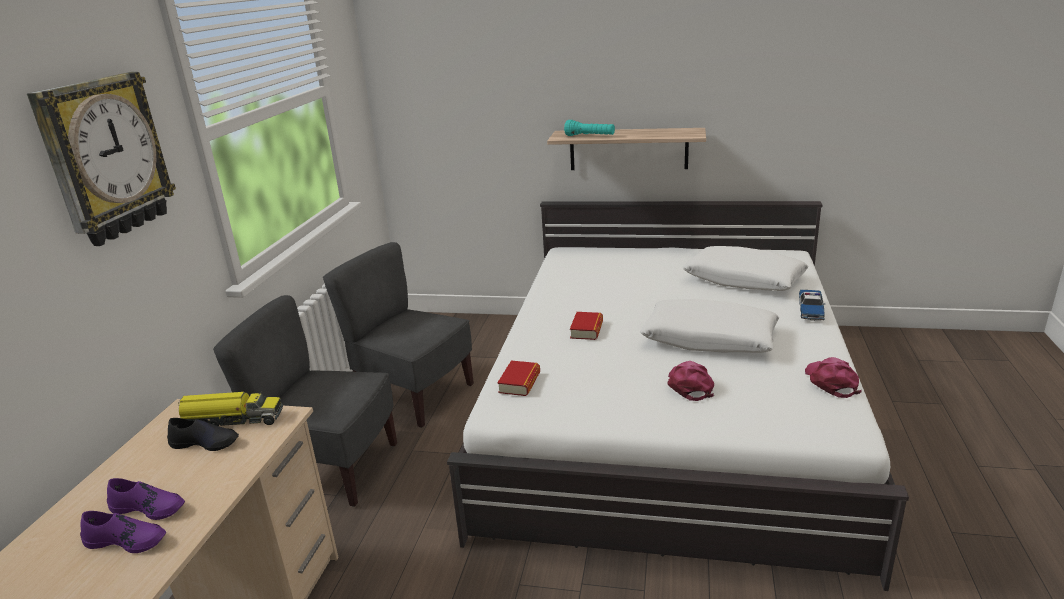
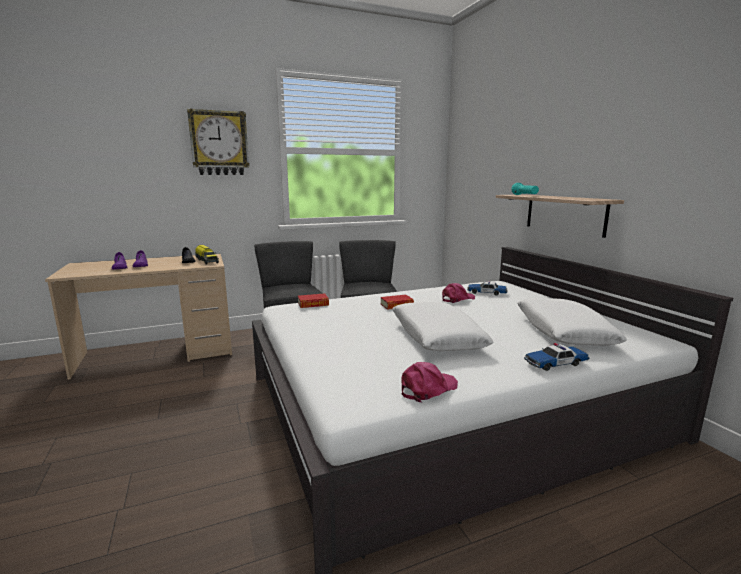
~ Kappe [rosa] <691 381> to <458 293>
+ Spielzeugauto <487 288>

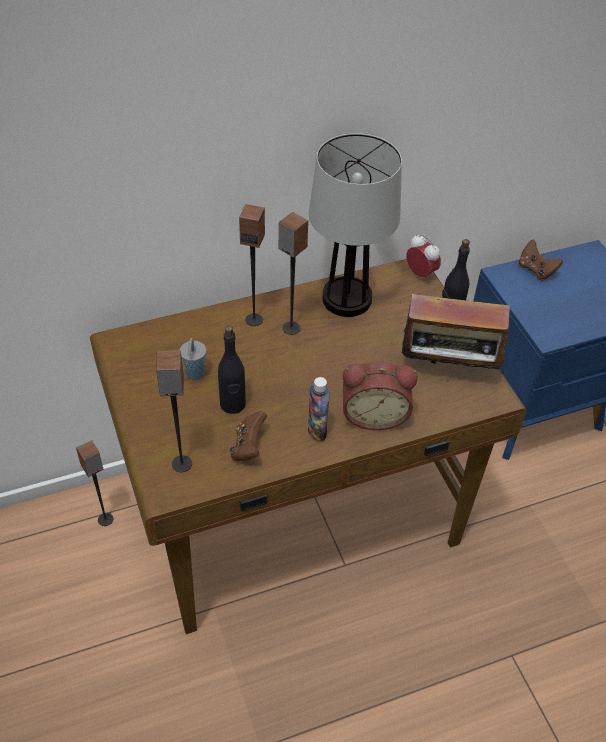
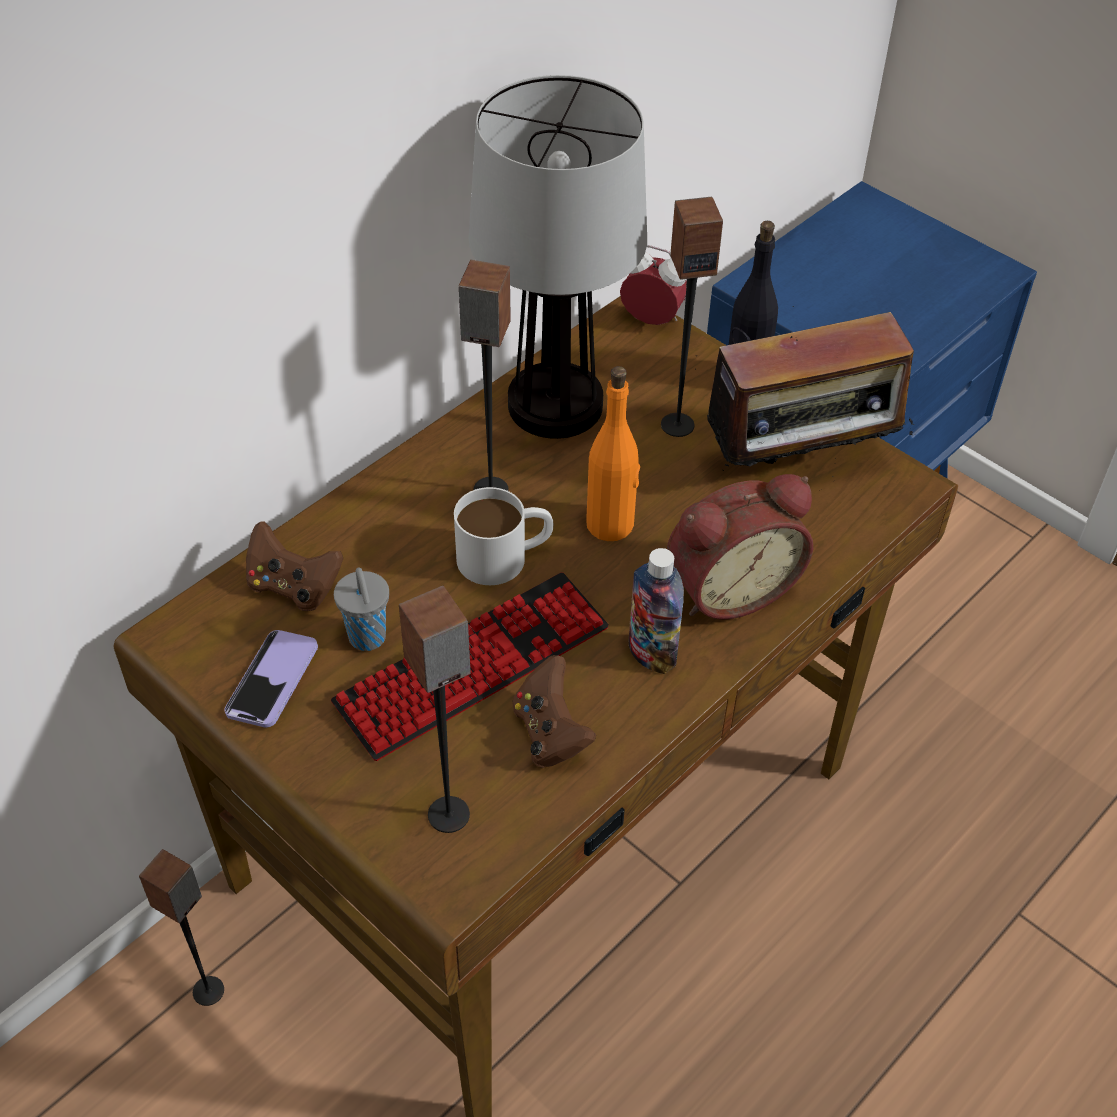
~ Flasche [schwarz] <232 369> to Tastatur <470 666>
~ Lautsprecher <252 265> to <692 316>
~ Gamepad [braun] <541 259> to <295 566>
+ Handy <271 679>
+ Henkelbecher [weiß] <503 536>
+ Flasche [orange] <613 453>

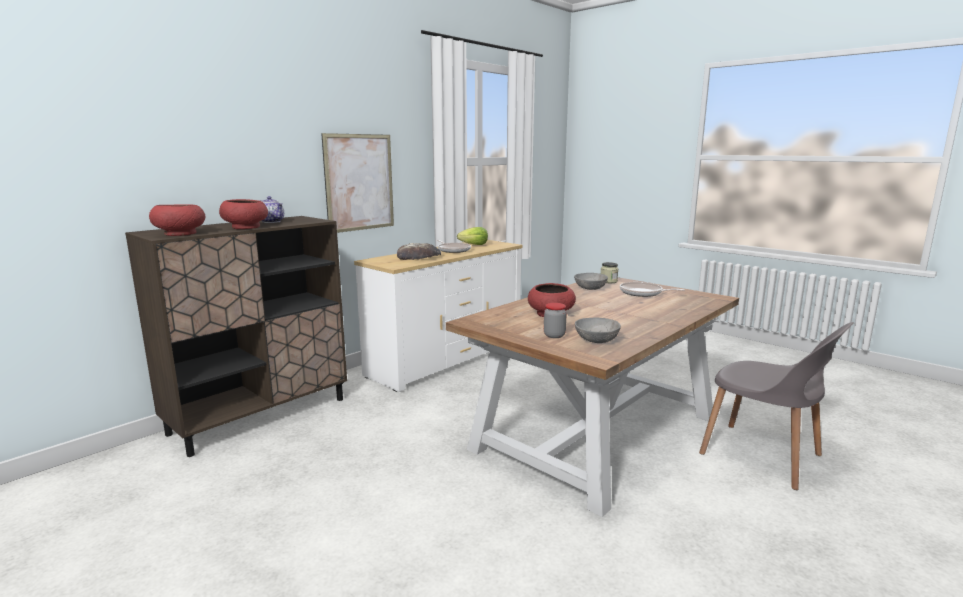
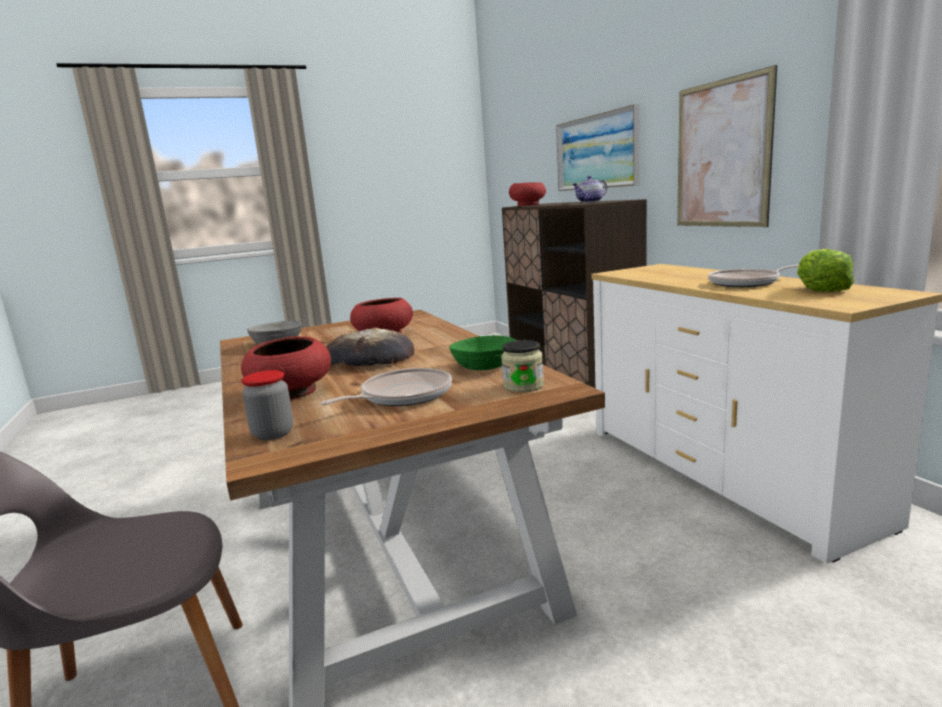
~ Schüssel [rot] <243 214> to <286 367>
~ Brot <419 251> to <370 347>
~ Vorratsglas <555 320> to <267 405>
~ Schüssel [grau] <591 281> to Schüssel [grün] <483 352>
+ Bild <598 147>

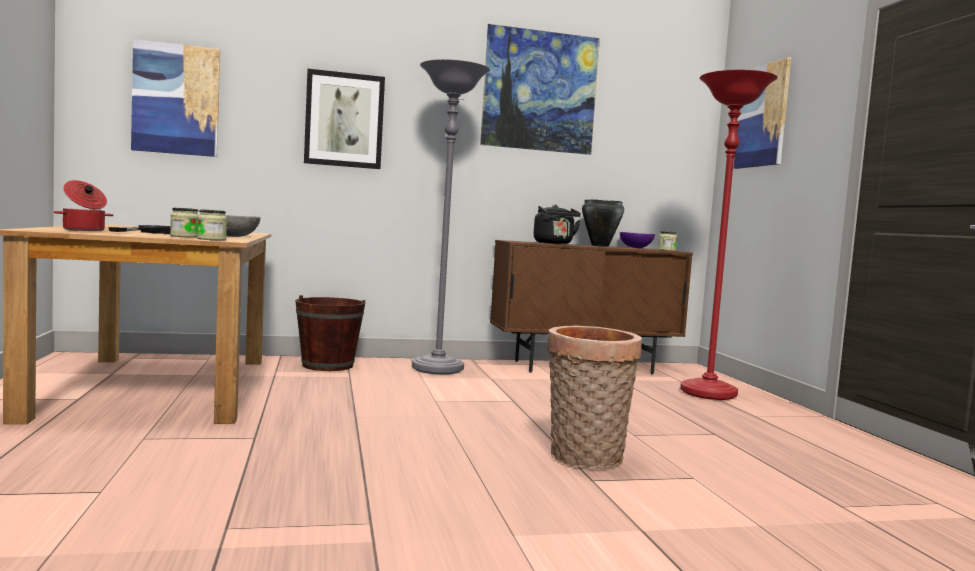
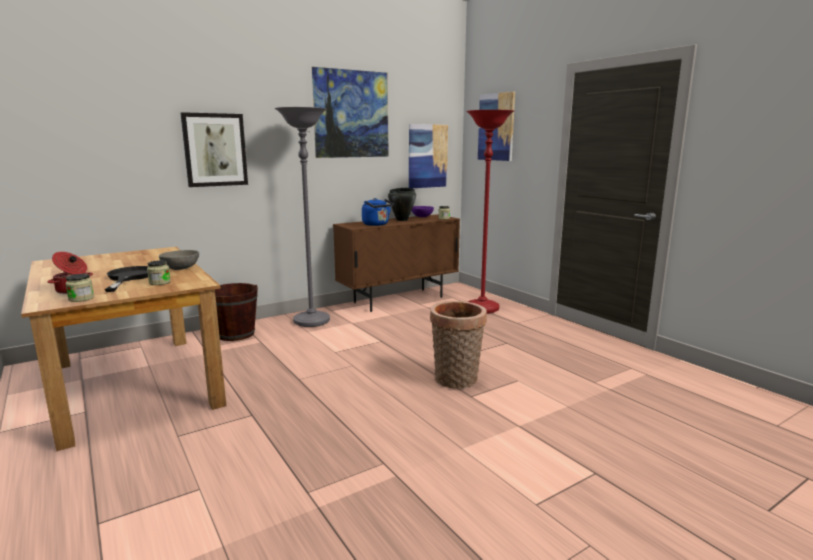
~ Bild <175 98> to <428 156>
~ Vorratsglas <212 224> to <79 288>
~ Wasserkessel [schwarz] <557 224> to Wasserkessel [blau] <378 212>

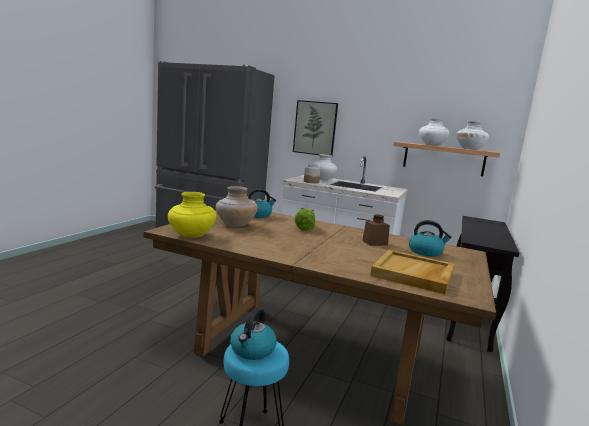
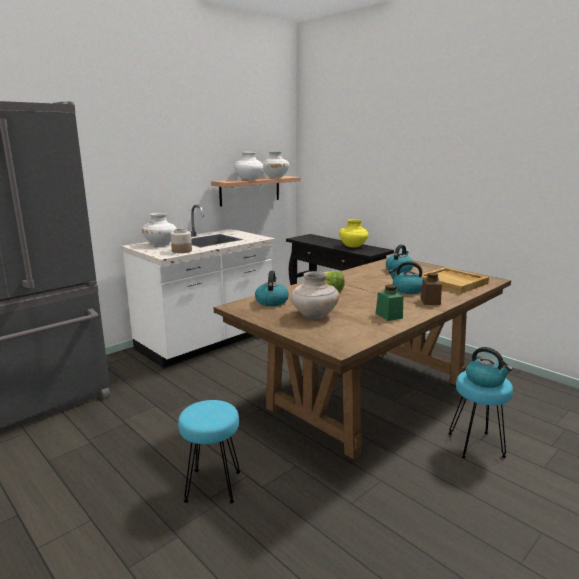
~ Vase [gelb] <192 215> to <353 233>
- Bild <315 128>
~ Vorratsglas [braun] <376 230> to <431 289>
+ Hocker [türkis] <209 452>
+ Vorratsglas [grün] <389 303>
+ Wasserkessel <406 277>

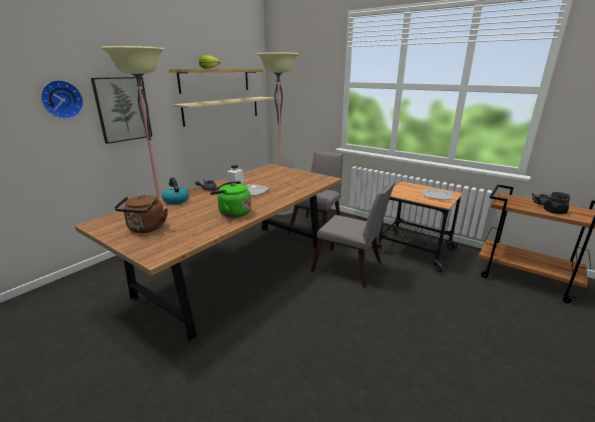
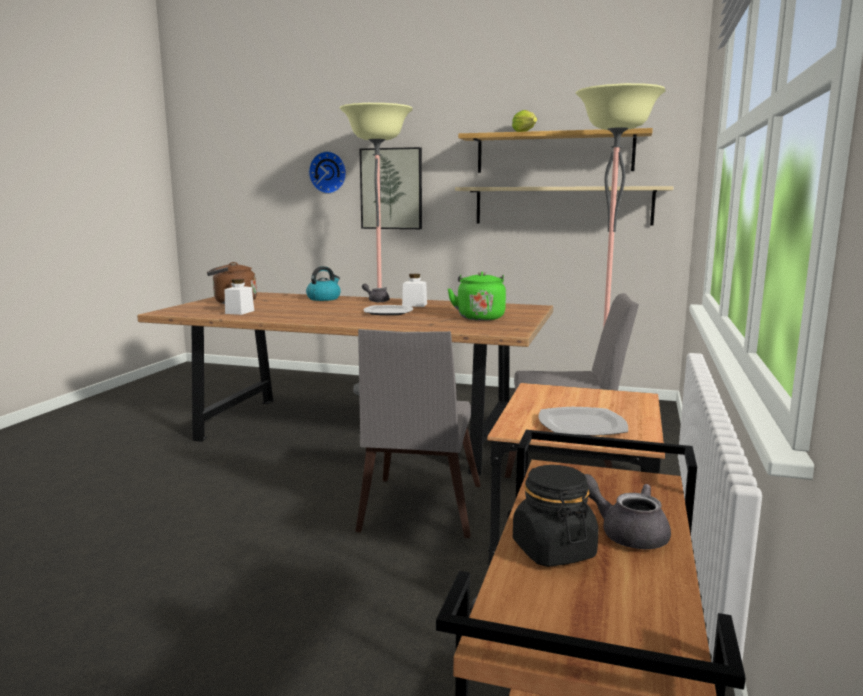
~ Wasserkessel [grün] <230 199> to <476 296>
+ Vorratsglas [weiß] <239 297>

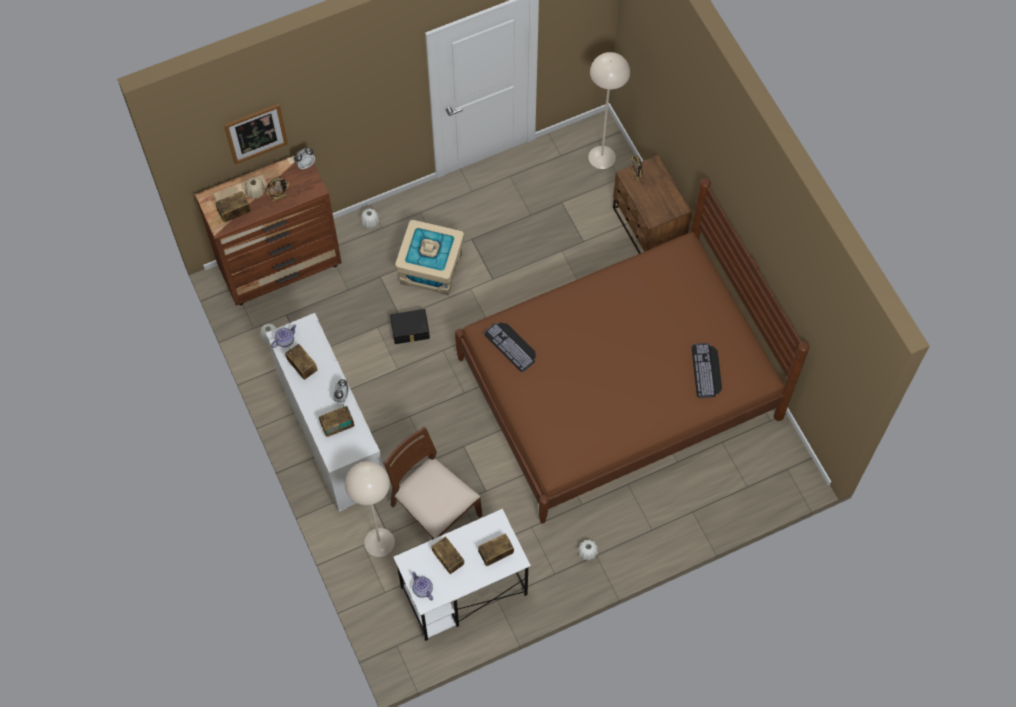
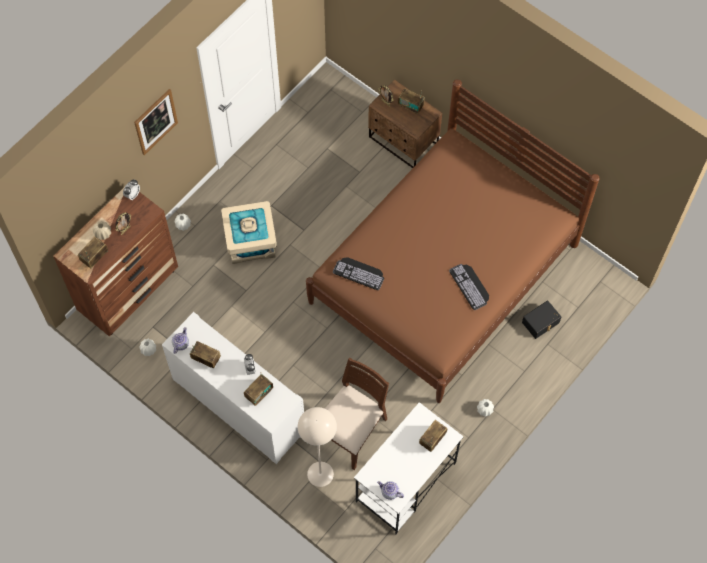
~ Bild <256 134> to <156 122>
~ Stuhl [braun] <433 483> = <357 414> 105 degrees clockwise
~ Aufbewahrungsbox [schwarz] <410 326> to <541 320>
~ Radio <448 555> to <411 101>
- Stehlampe [beige] <609 110>
~ Tastatur <706 370> to <469 287>

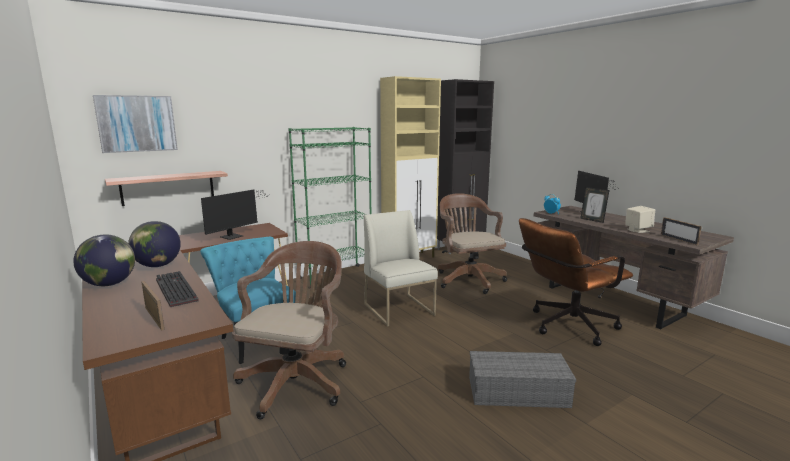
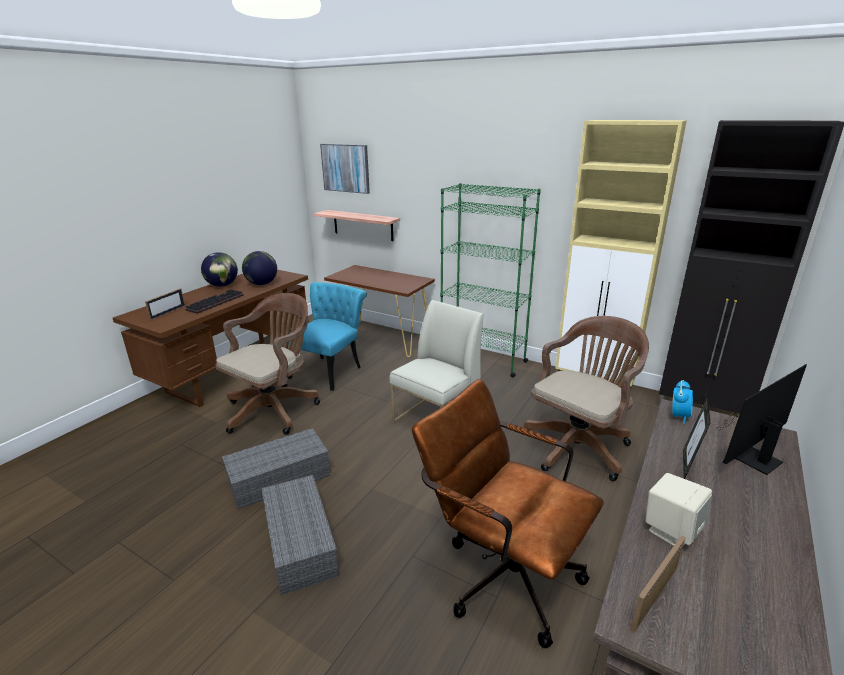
- Monitor <234 215>
~ Bürostuhl [braun] <289 330> = <267 364> 45 degrees counterclockwise
+ Aufbewahrungsbox [grau] <276 468>

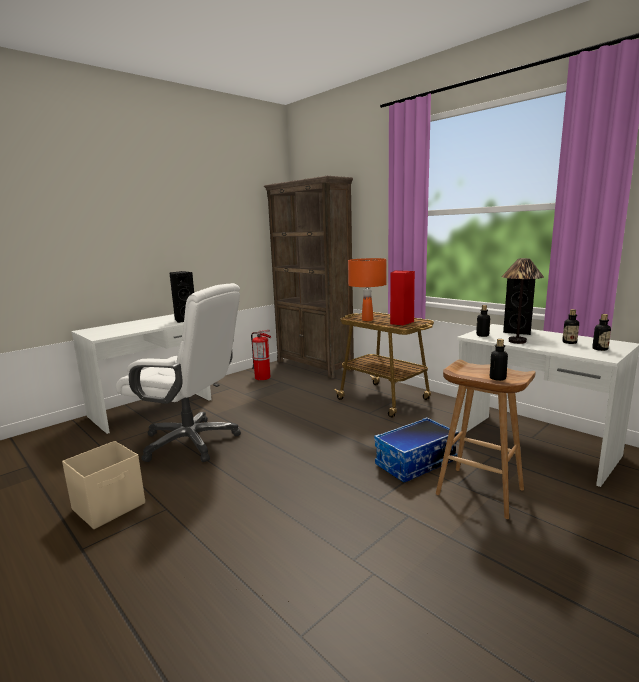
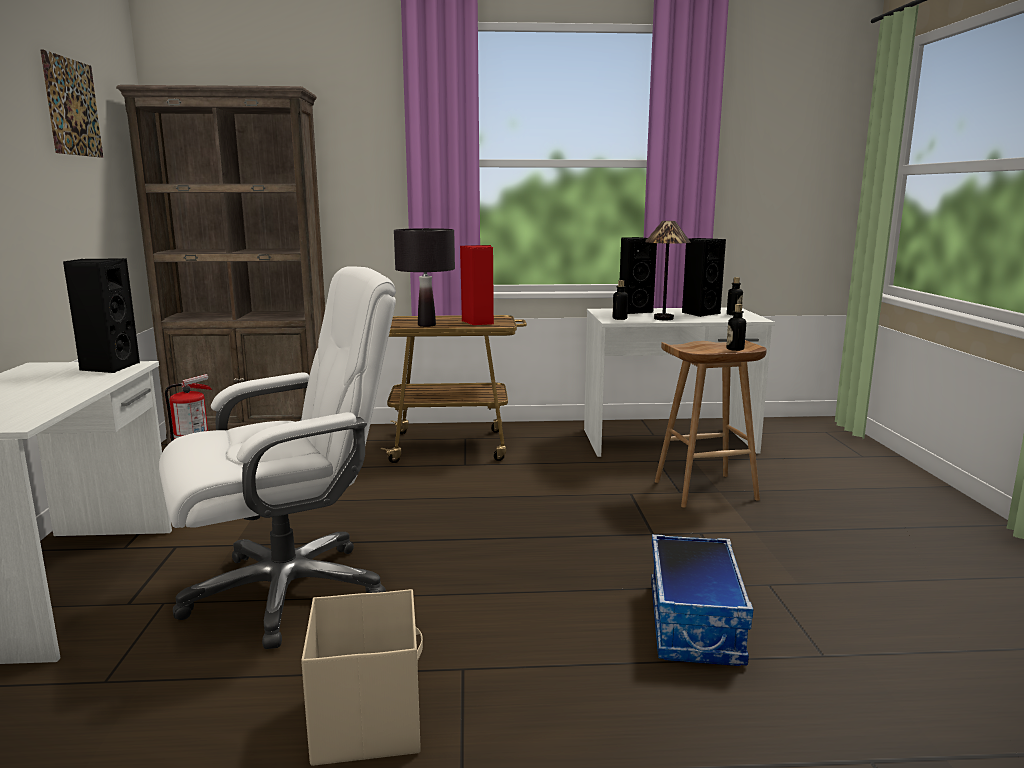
~ Tischlampe [orange] <367 289> to Tischlampe [schwarz] <424 277>
~ Aufbewahrungsbox <416 450> to <702 600>
~ Flasche <570 326> to Lautsprecher [schwarz] <704 277>
+ Bild <71 103>

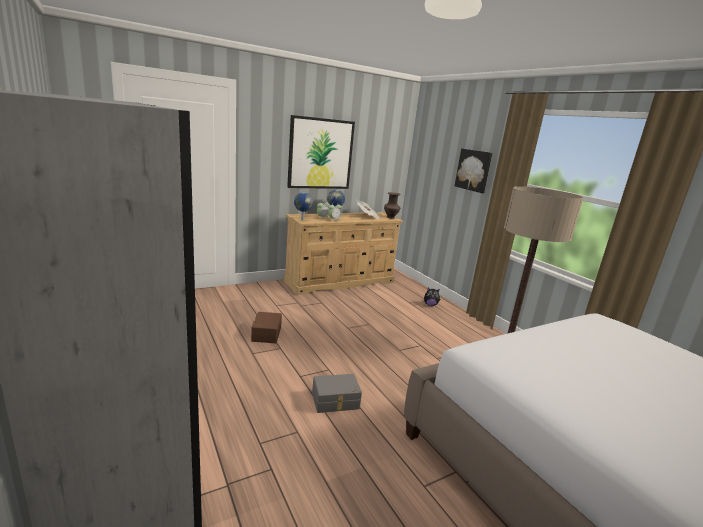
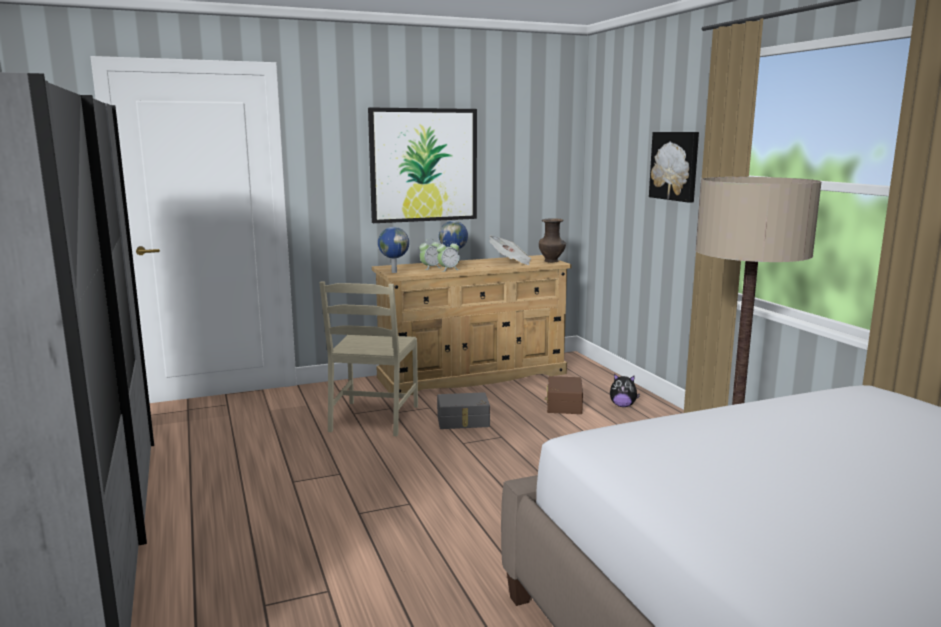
~ Aufbewahrungsbox [braun] <266 327> to <564 395>
~ Aufbewahrungsbox [grau] <337 393> to <463 410>
+ Stuhl [beige] <368 358>

